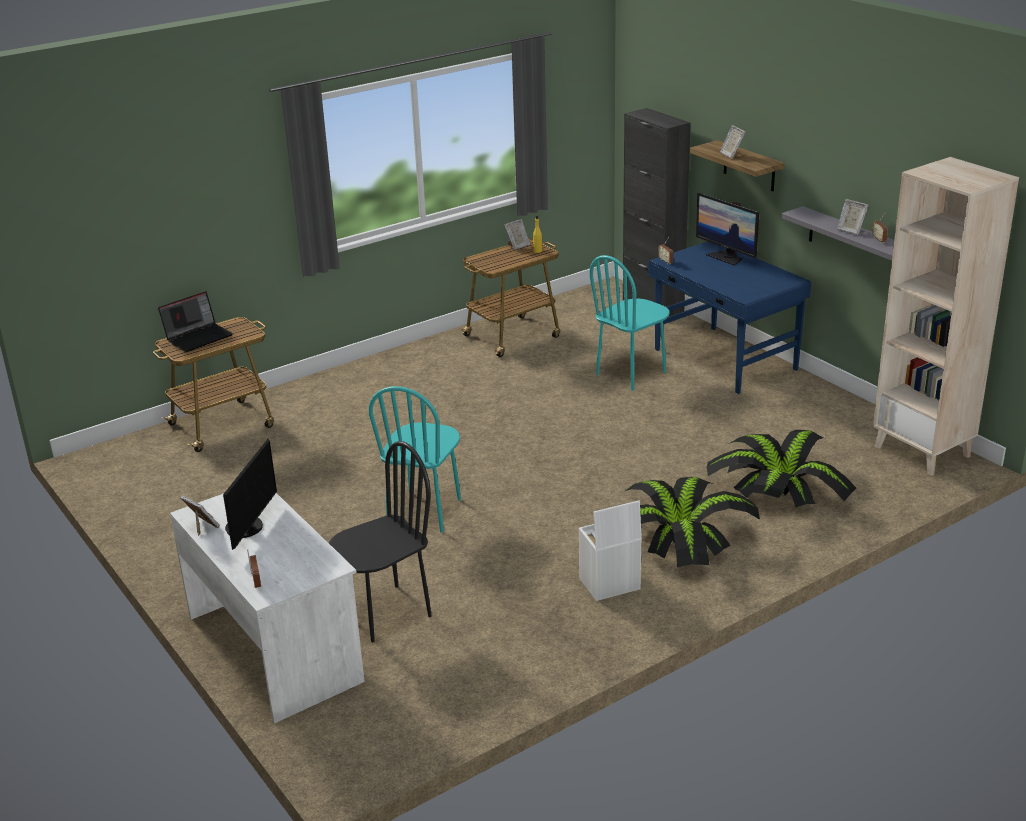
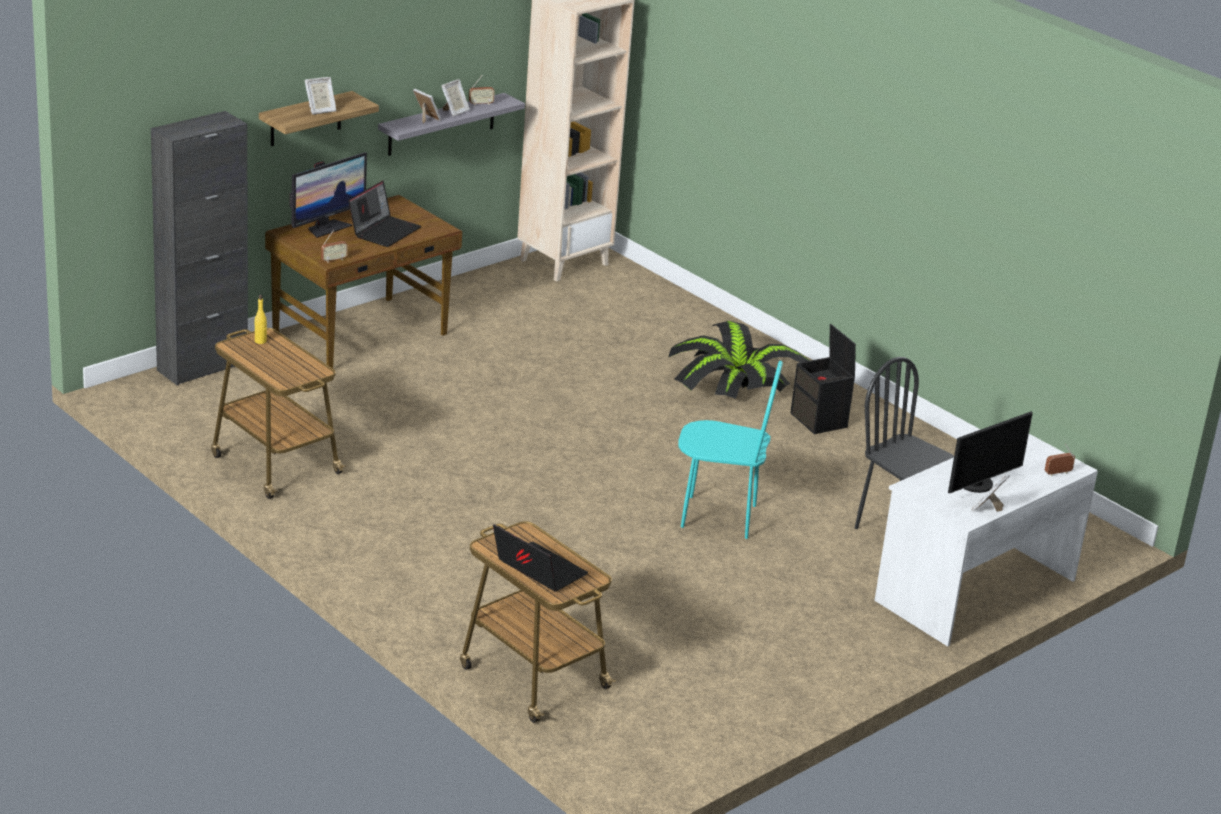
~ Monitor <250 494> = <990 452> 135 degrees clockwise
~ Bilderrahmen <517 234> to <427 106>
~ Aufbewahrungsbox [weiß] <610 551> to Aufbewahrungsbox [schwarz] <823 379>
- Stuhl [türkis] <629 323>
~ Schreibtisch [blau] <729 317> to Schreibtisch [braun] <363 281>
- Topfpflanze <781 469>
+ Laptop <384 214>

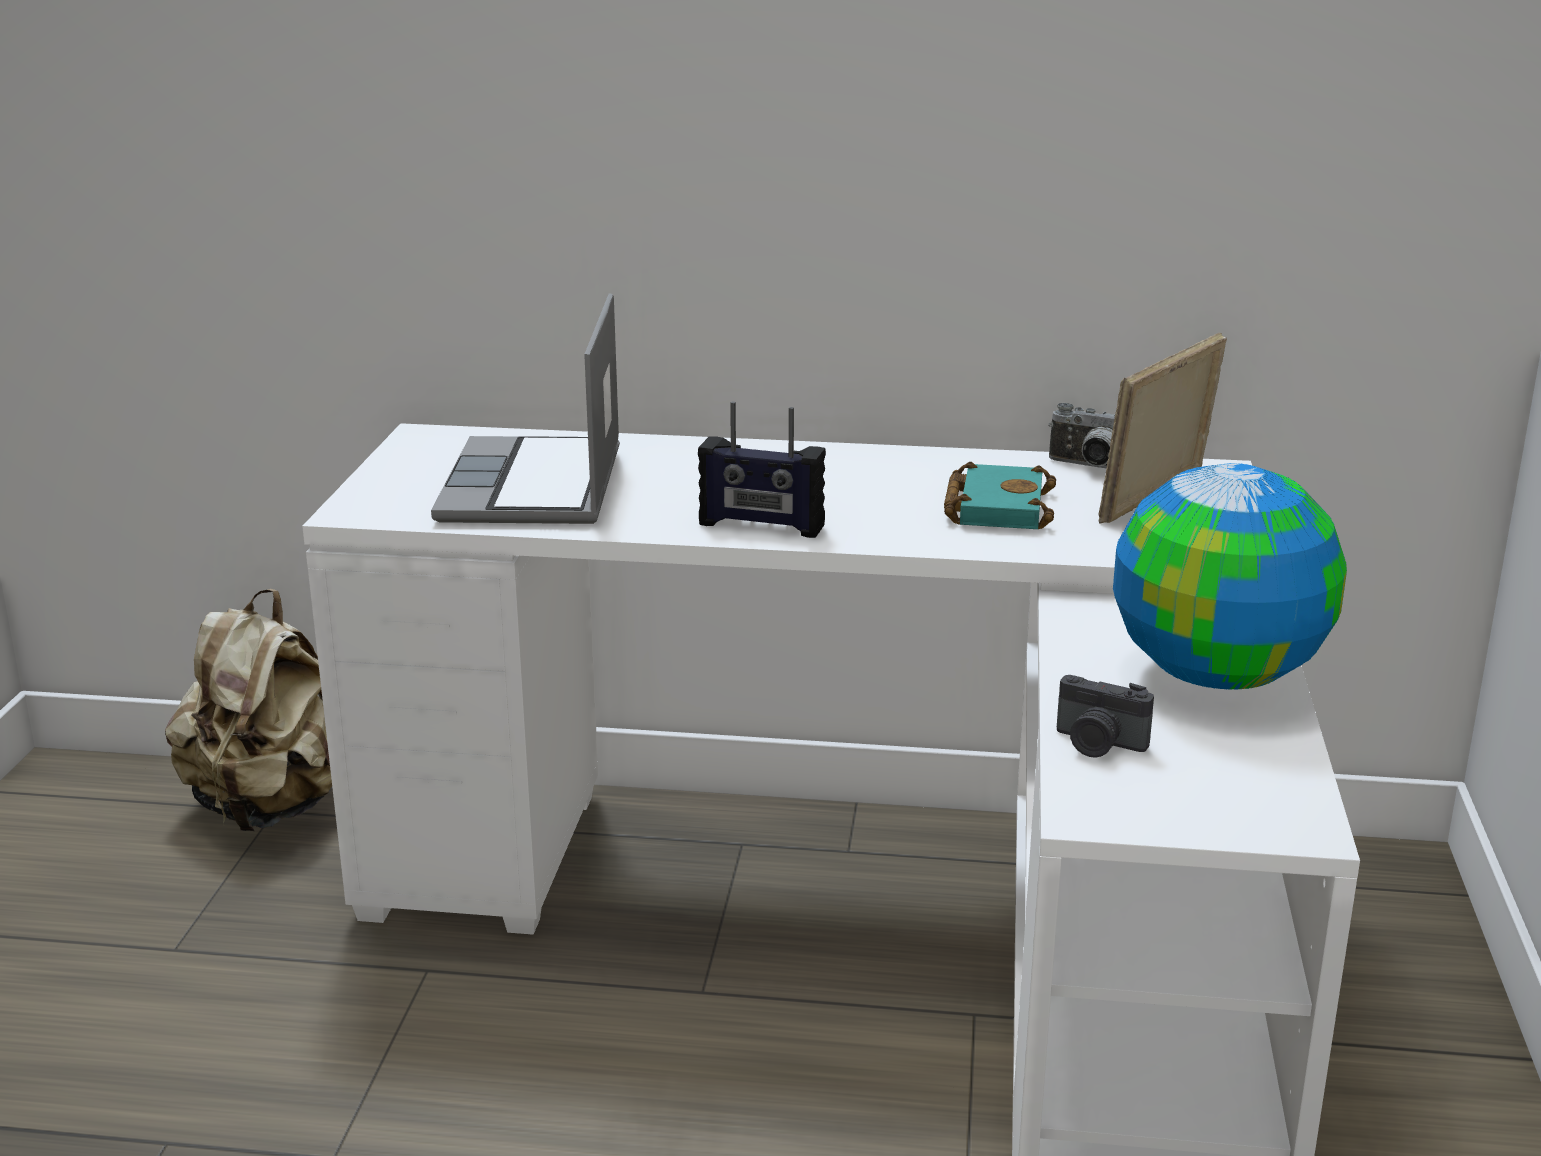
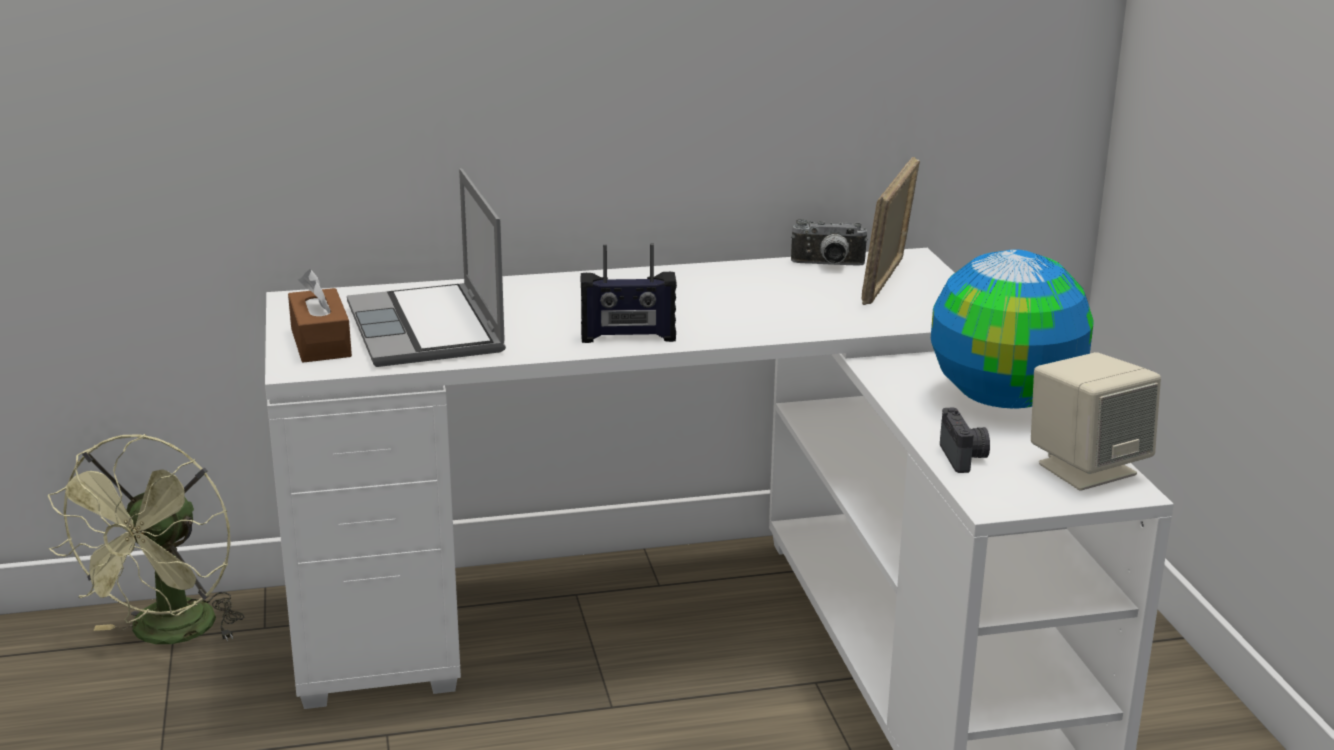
~ Rucksack [beige] <248 710> to Ventilator [grün] <146 539>
- Buch [türkis] <1000 495>
~ Kamera <1105 716> = <965 440> 105 degrees counterclockwise
+ Taschentuchbox [braun] <320 316>
+ Lautsprecher [beige] <1096 421>

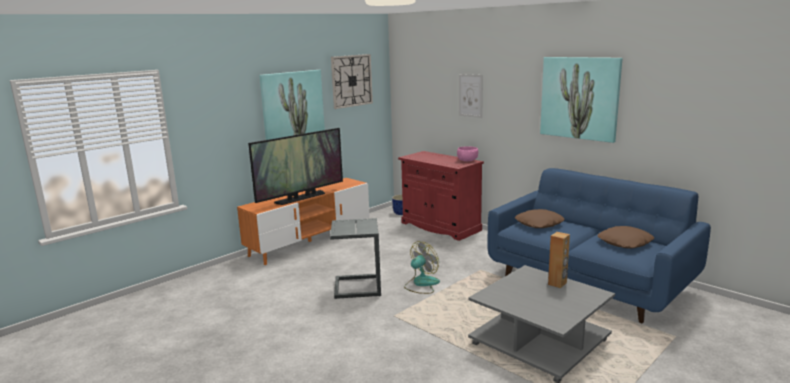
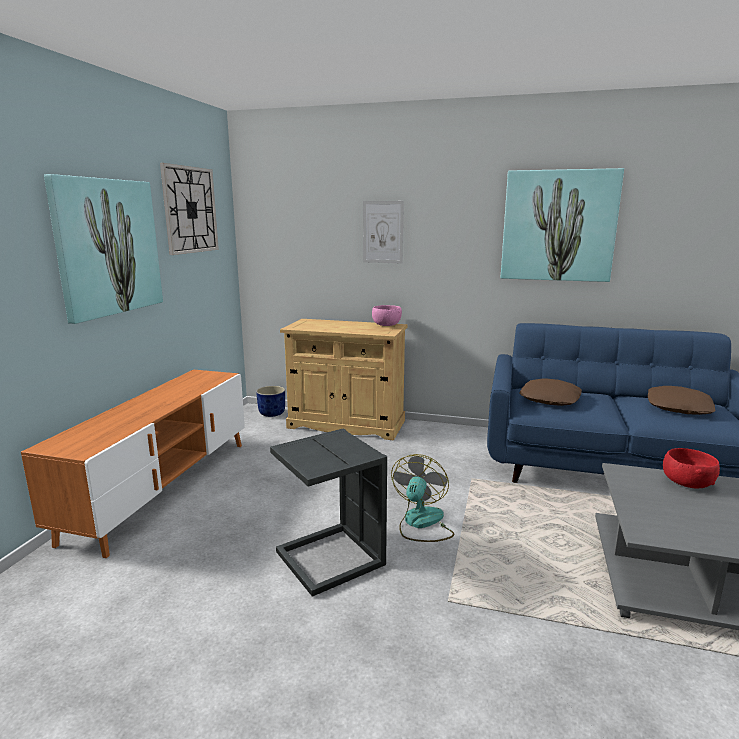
- Fernseher <295 166>
~ Schrank [rot] <441 196> to Schrank [beige] <344 379>
~ Lautsprecher [braun] <559 260> to Schüssel [rot] <691 468>

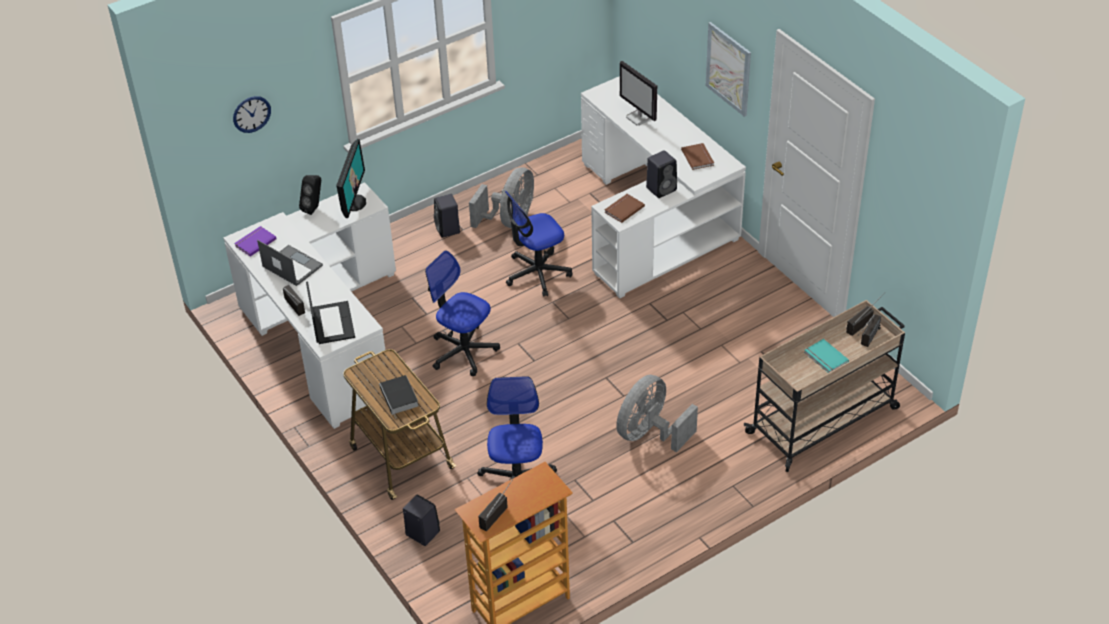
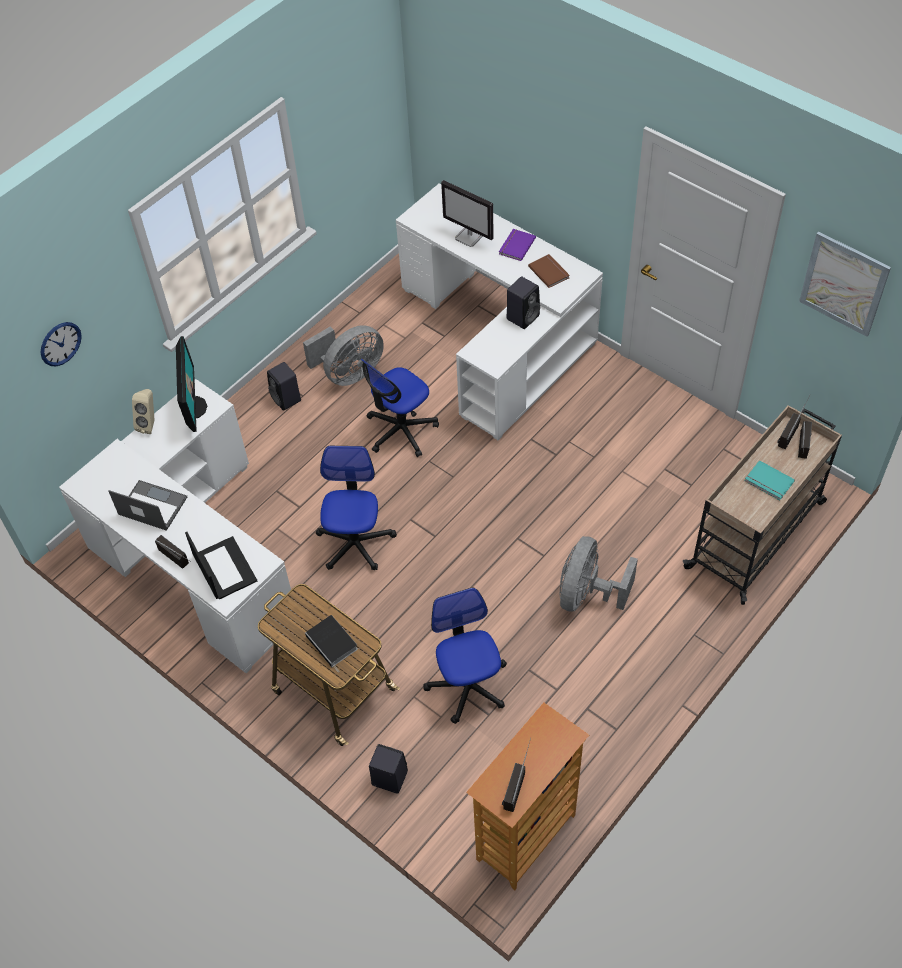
~ Buch [lila] <255 241> to <517 245>
~ Lautsprecher [schwarz] <310 195> to Lautsprecher [beige] <143 411>
~ Bürostuhl <462 313> = <356 508> 75 degrees clockwise
~ Ventilator [grau] <501 197> = <343 355> 45 degrees clockwise
- Buch [braun] <624 208>
~ Bild <728 69> to <845 284>

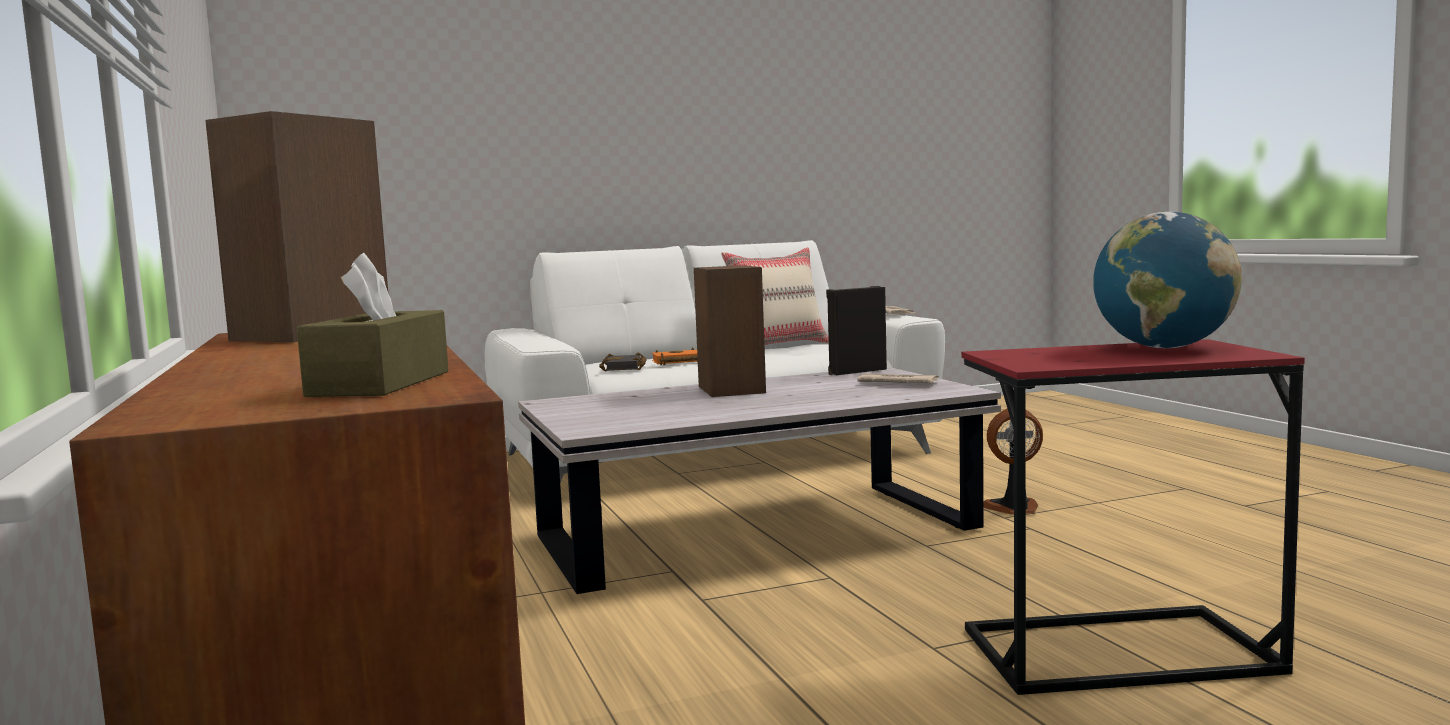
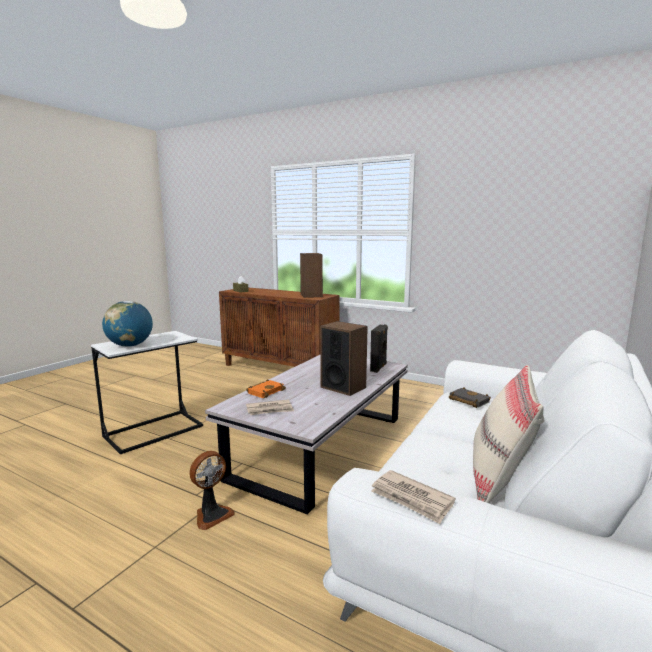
~ Buch [orange] <675 356> to <266 388>
~ Lautsprecher [schwarz] <856 330> to <379 349>
~ Beistelltisch [rot] <1133 517> to Beistelltisch [weiß] <147 392>

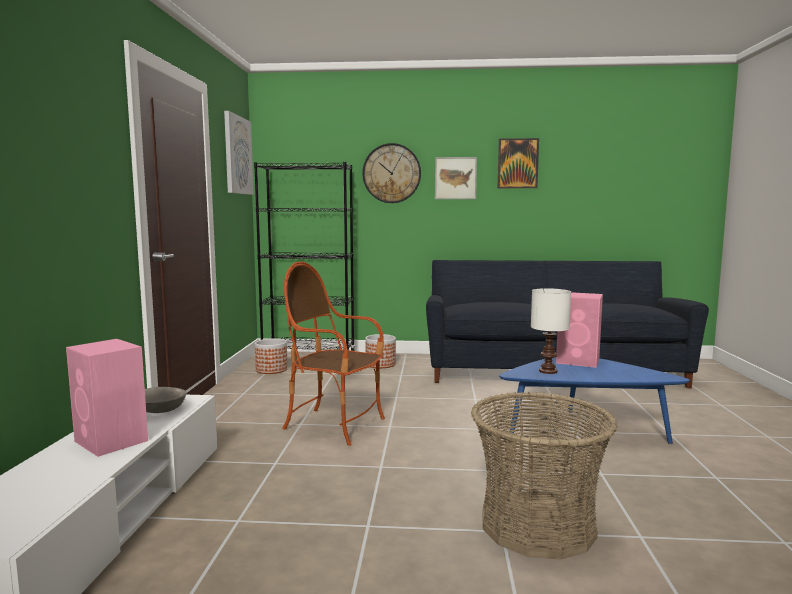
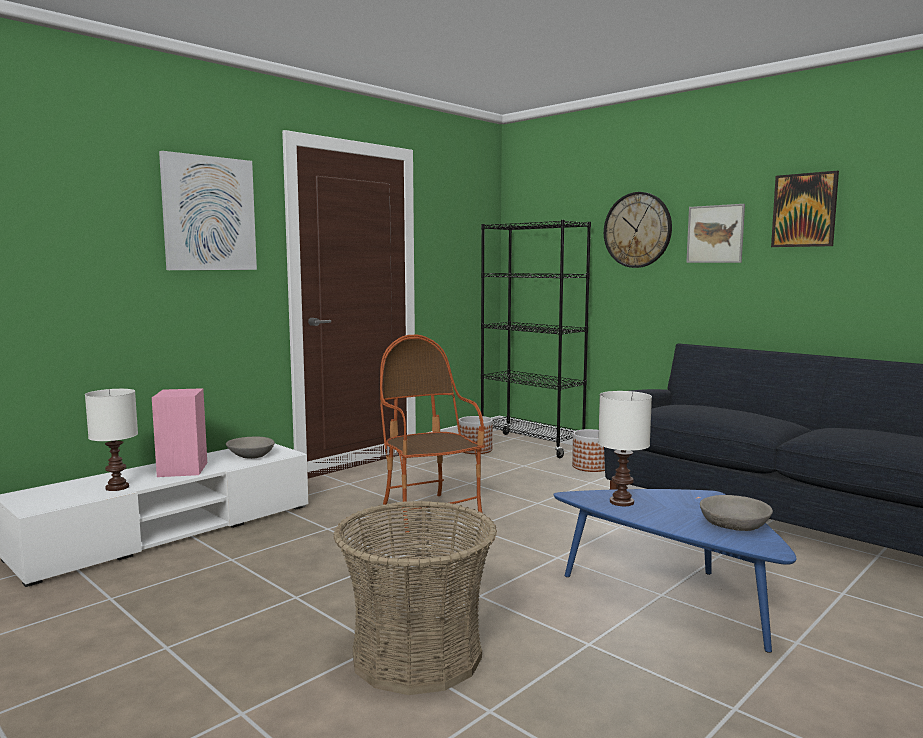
~ Bild <239 153> to <208 210>
- Lautsprecher [rosa] <579 330>
+ Tischlampe [weiß] <111 440>
+ Schüssel [grau] <736 513>

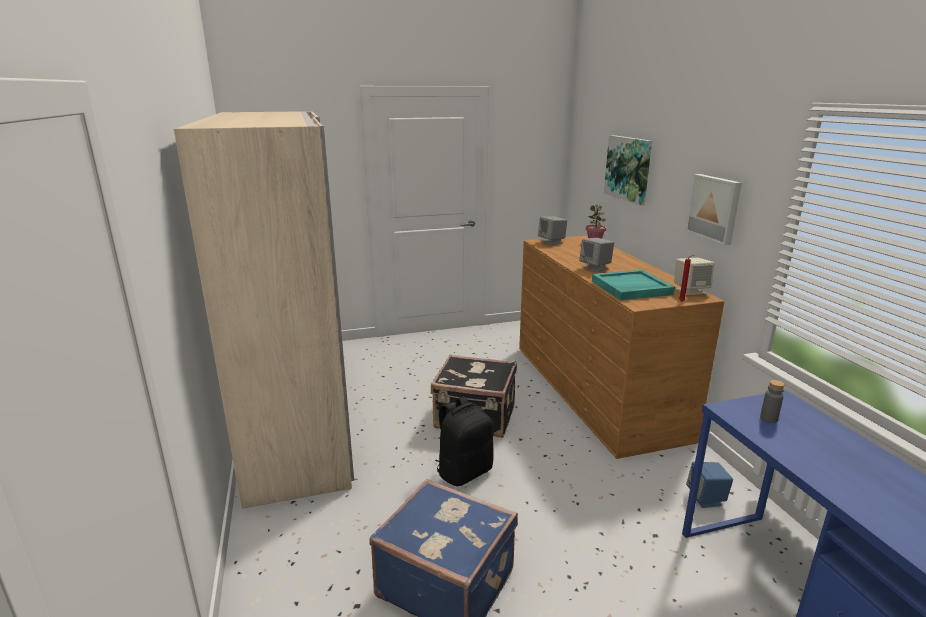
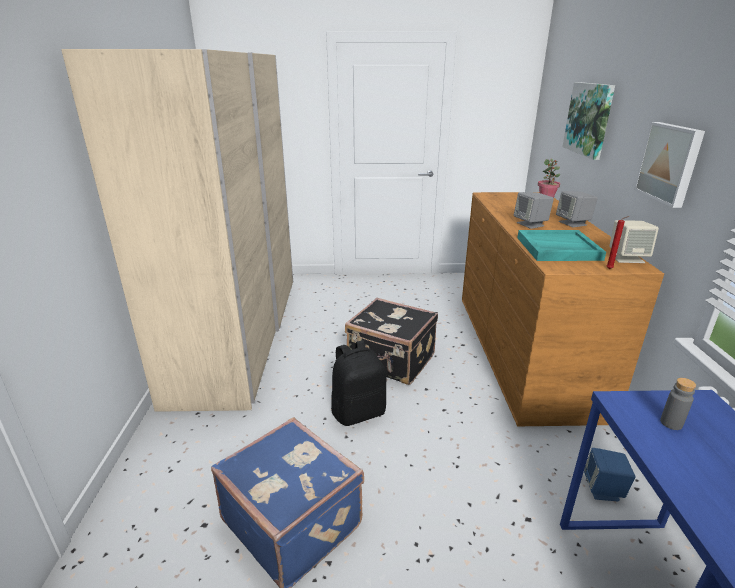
~ Lautsprecher [grau] <552 231> to <577 209>

